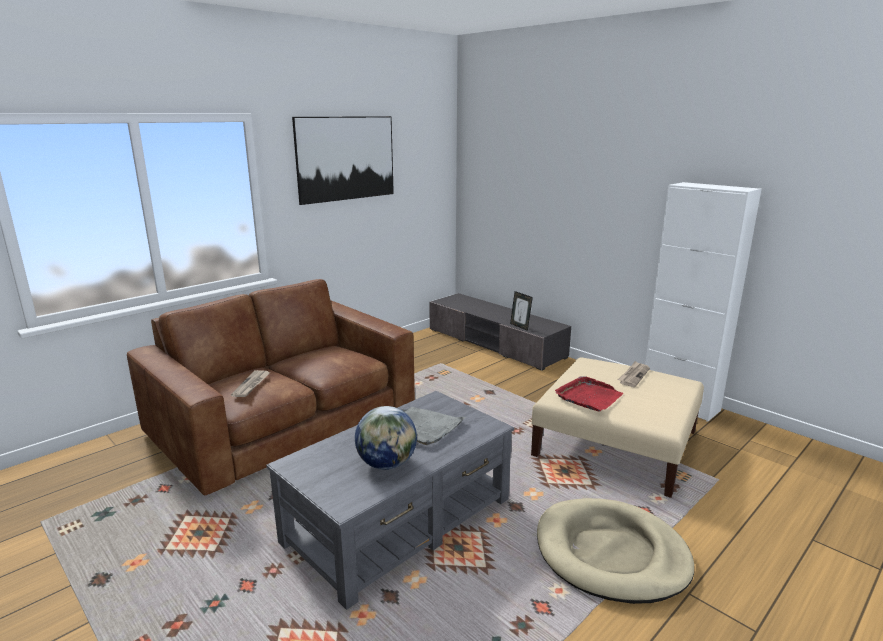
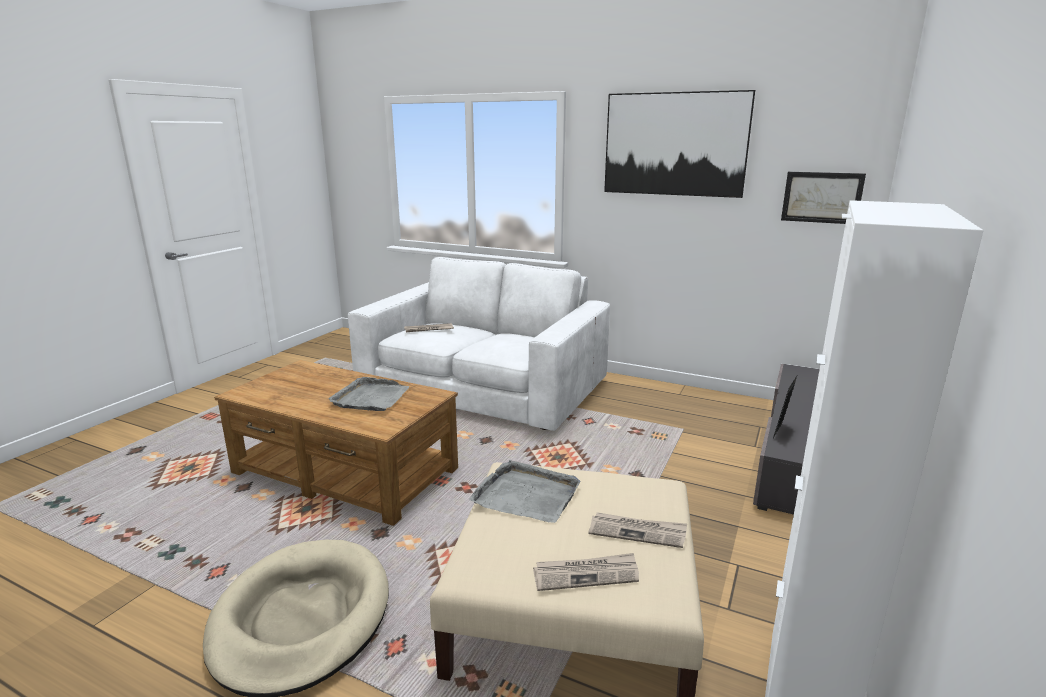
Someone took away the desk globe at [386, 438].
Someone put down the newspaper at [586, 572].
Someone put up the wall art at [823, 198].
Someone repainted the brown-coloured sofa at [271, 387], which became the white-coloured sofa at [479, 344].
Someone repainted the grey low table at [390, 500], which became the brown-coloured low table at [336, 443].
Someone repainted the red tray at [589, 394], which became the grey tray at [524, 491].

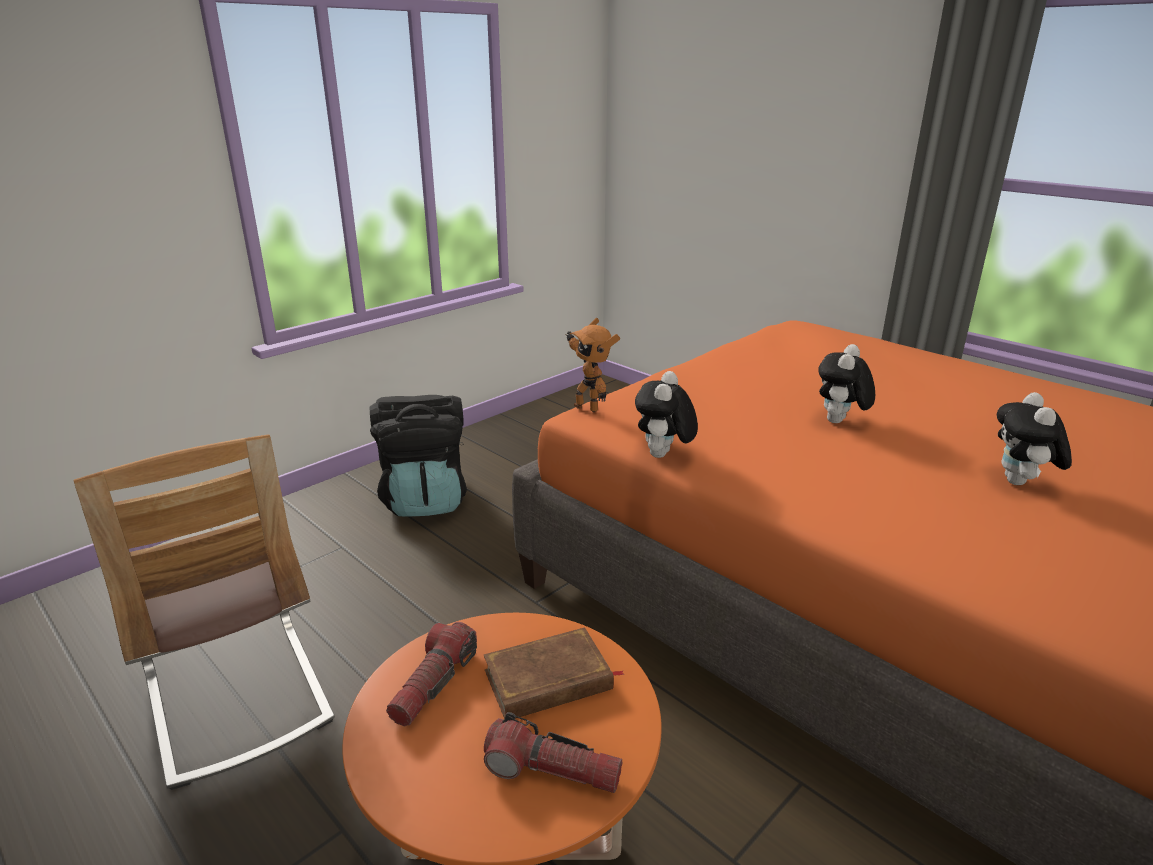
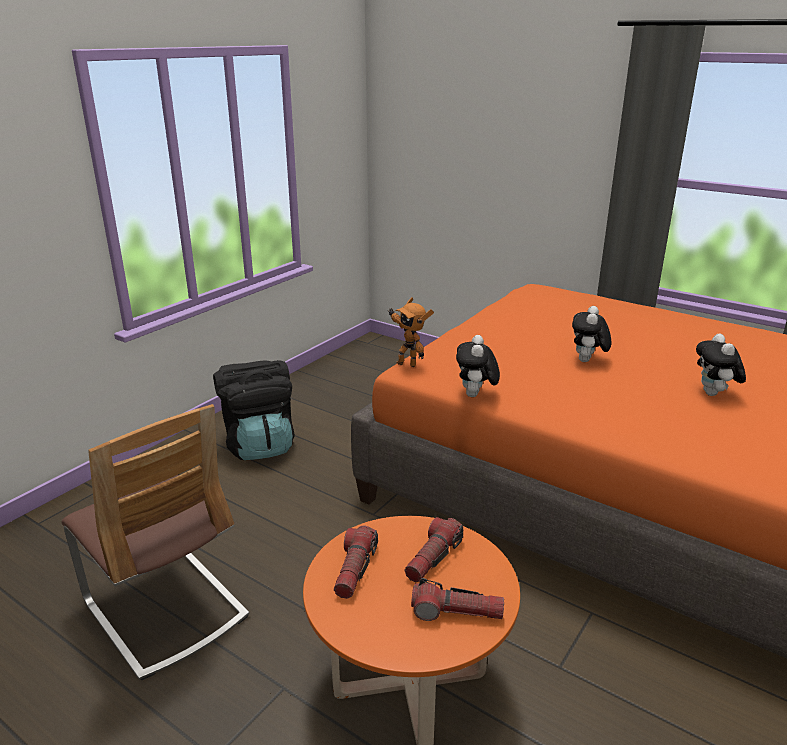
Someone swapped the brown-coloured bound book at [554, 673] for the hand torch at [433, 549].

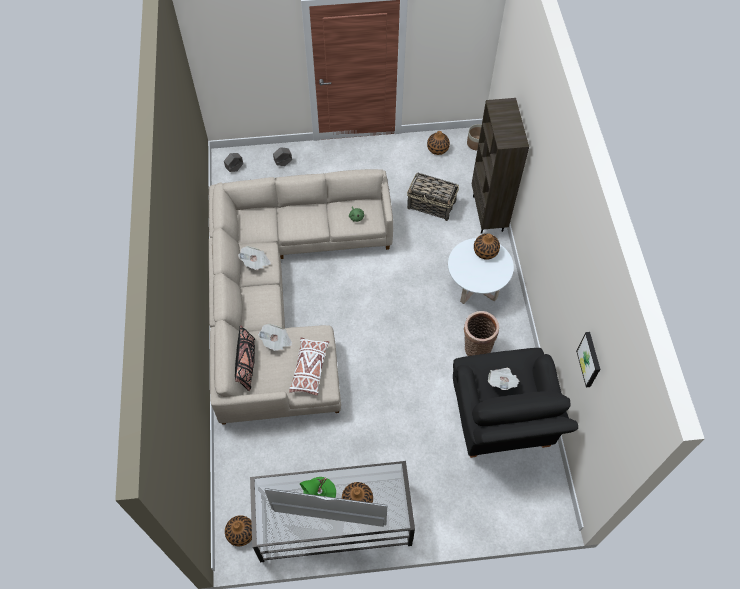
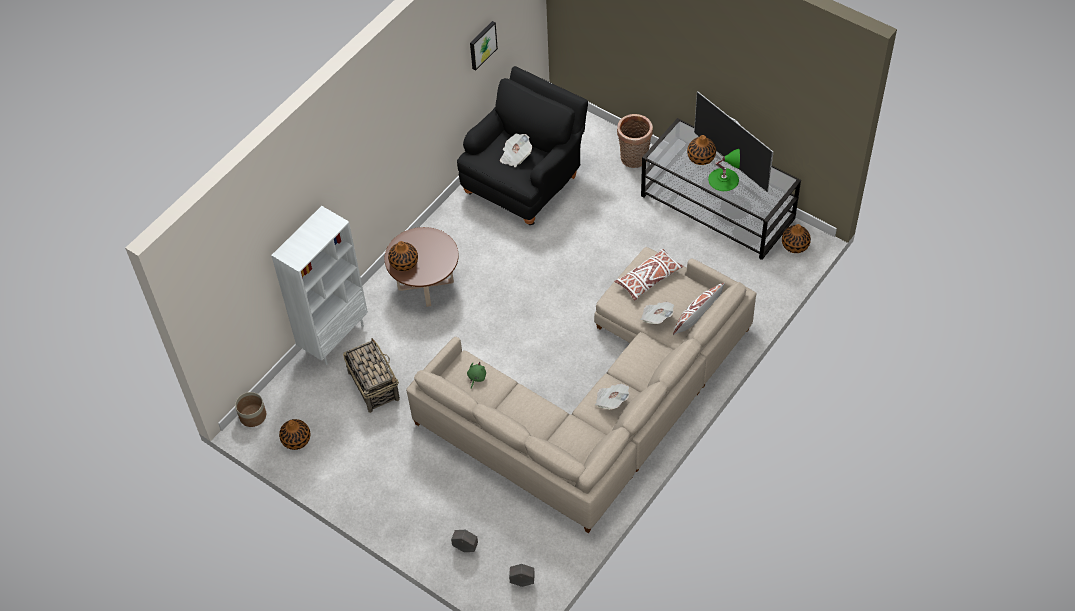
Someone carried the basket from [481, 333] to [635, 141].
Someone repainted the black-coloured throw pillow at [245, 358], which became the white-coloured throw pillow at [699, 309].
Someone repainted the white-coloured low table at [481, 271], which became the brown-coloured low table at [422, 267].
Someone repainted the brown-coloured bookshelf at [500, 166], which became the white-coloured bookshelf at [319, 285].

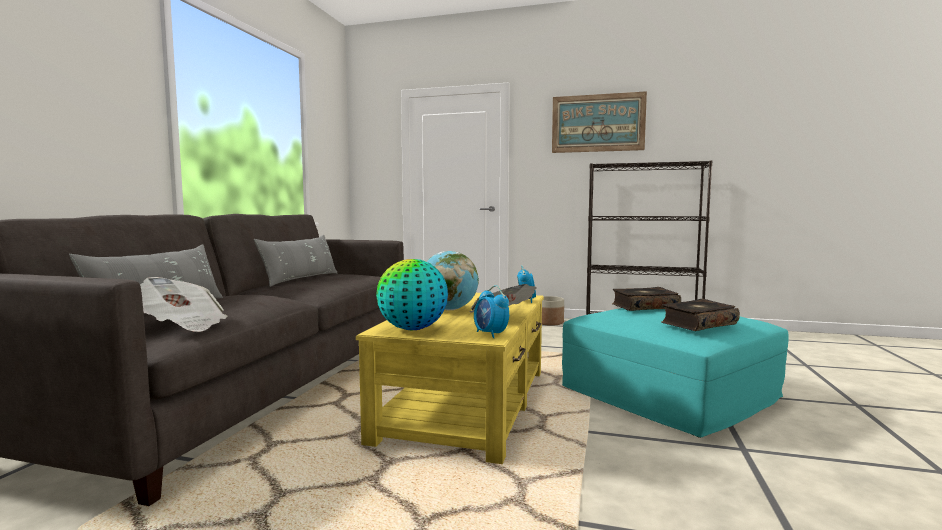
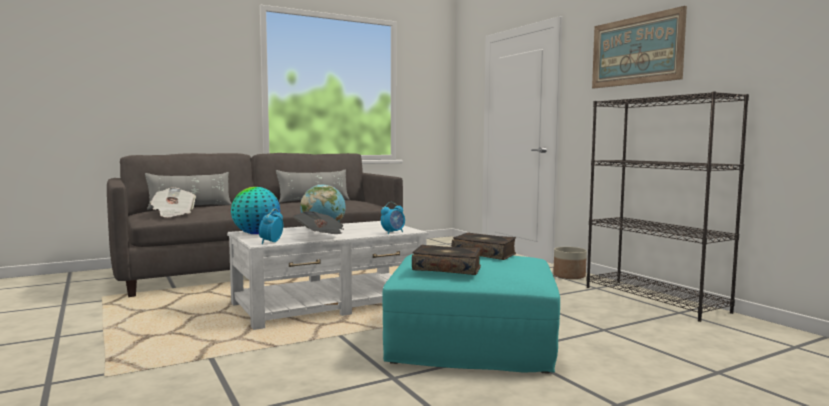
Someone repainted the yellow-coloured low table at [450, 378], which became the white-coloured low table at [328, 275].

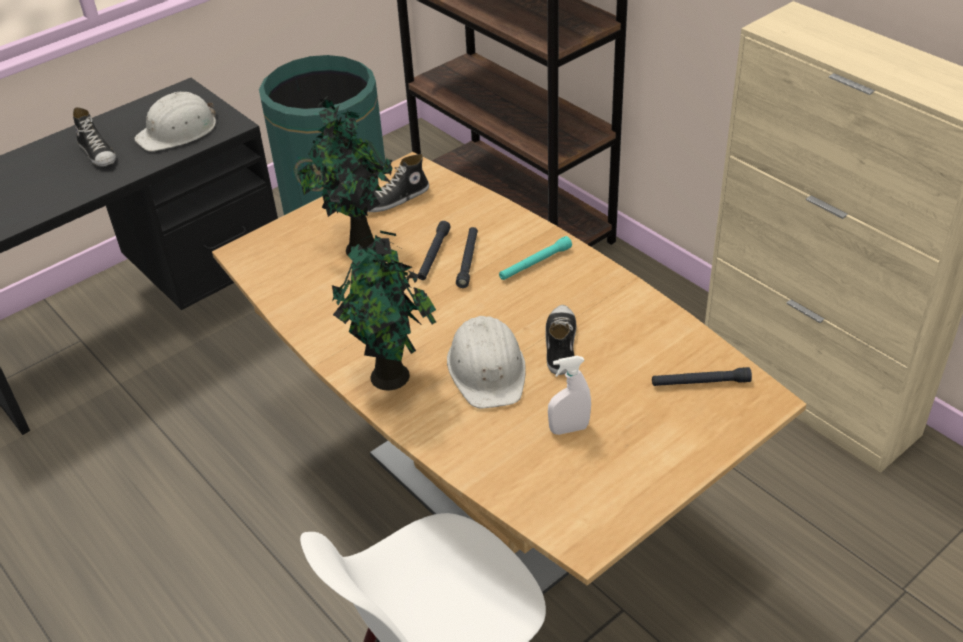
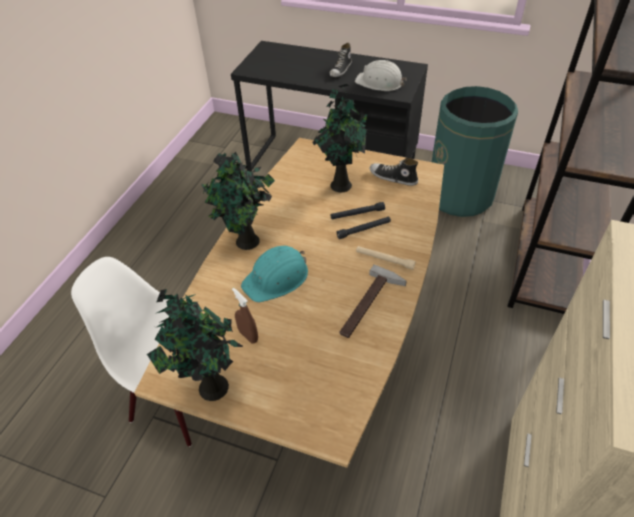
Someone took away the low shoe at [560, 340].
Someone took away the black-coloured hand torch at [702, 376].
Someone put down the plant in a pot at [195, 345].
Someone put down the hand hammer at [373, 301].
Someone repainted the white-coloured safety helmet at [486, 362], which became the turquoise-coloured safety helmet at [274, 274].
Someone repainted the turquoise-coloured hand torch at [535, 258], which became the beige hand torch at [386, 258].
Someone repainted the white-coloured spray bottle at [569, 395], which became the brown-coloured spray bottle at [245, 316].

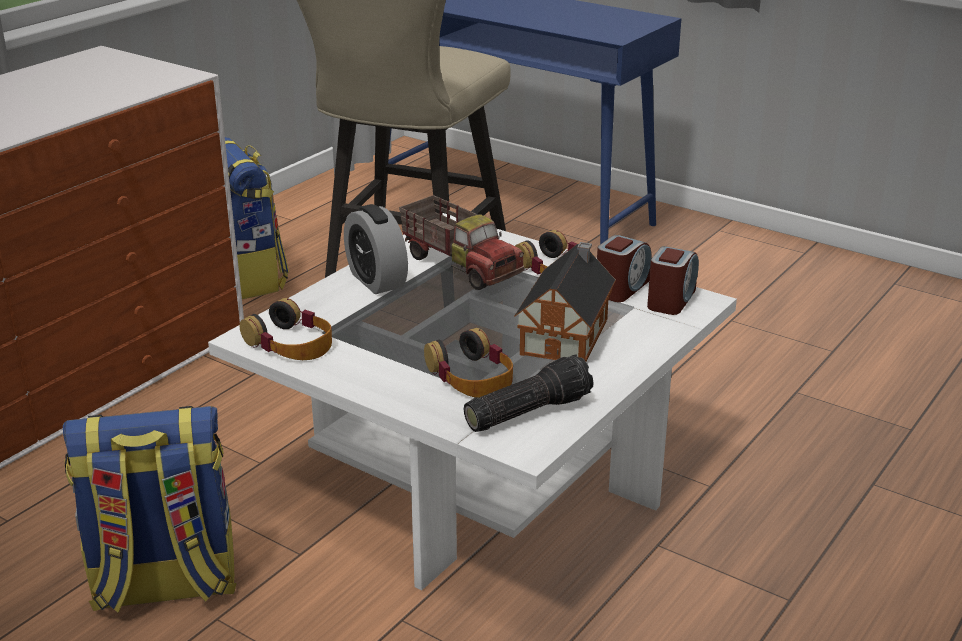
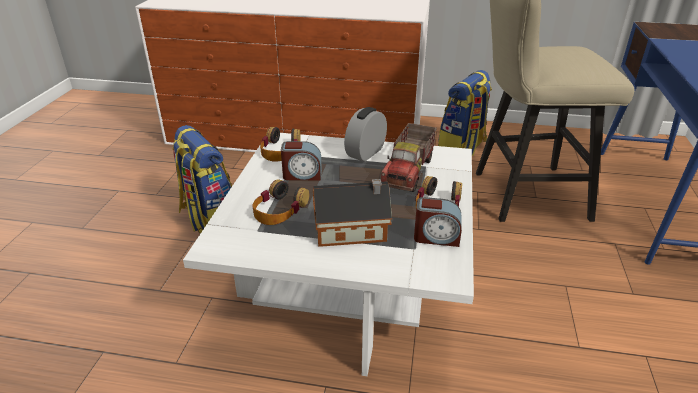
Someone took away the hand torch at [528, 393].
Someone carried the bedside clock from [673, 280] to [301, 160].

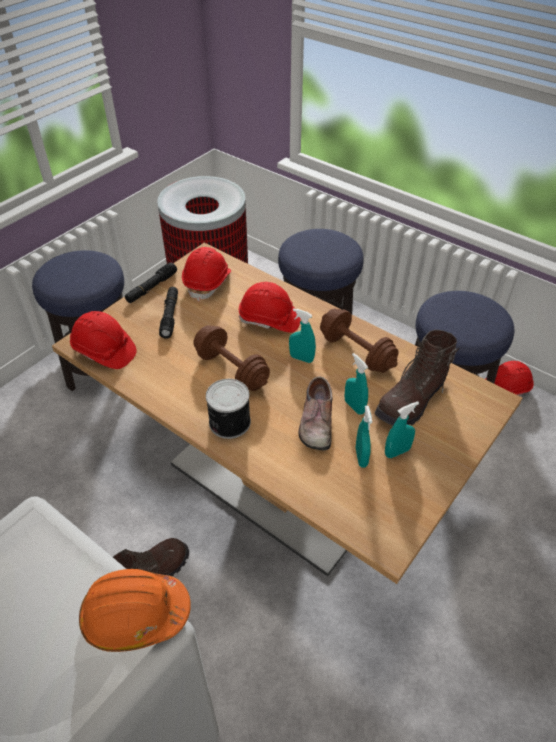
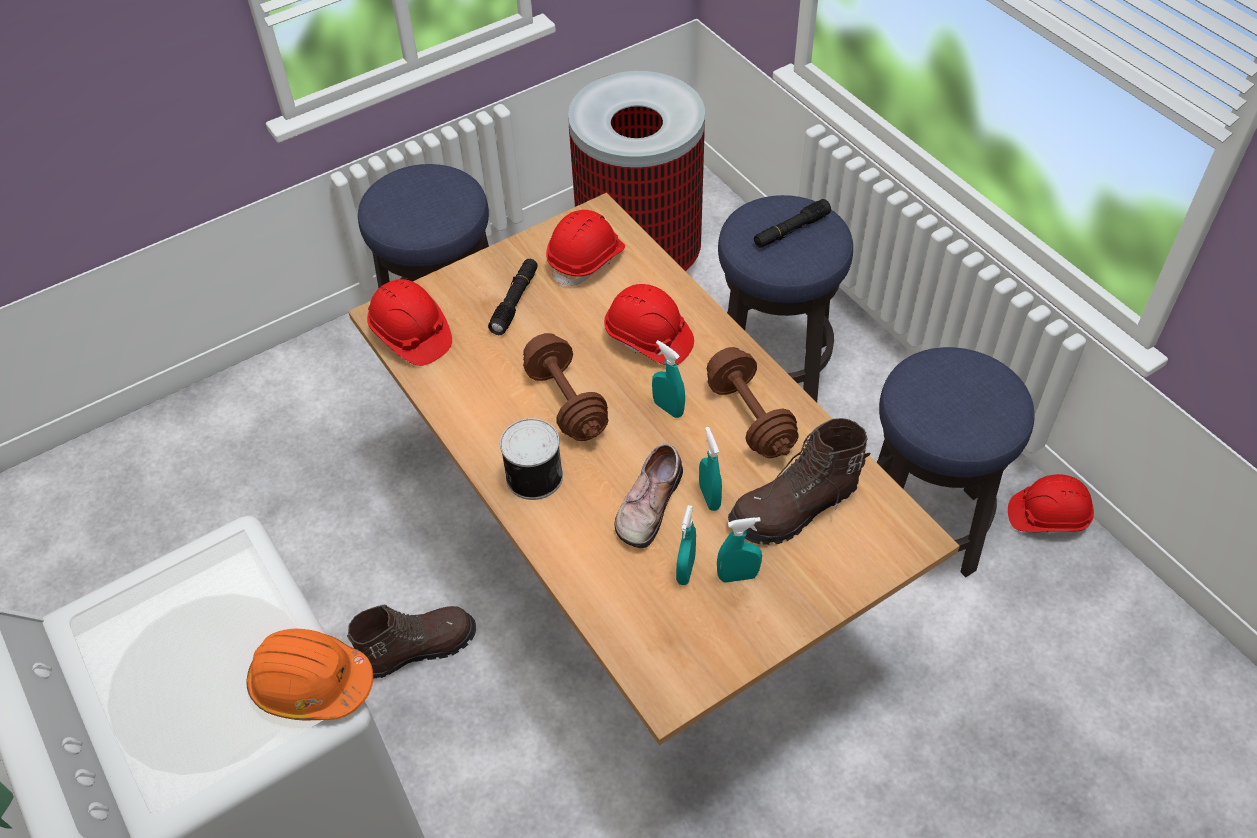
Someone carried the black-coloured hand torch from [151, 282] to [792, 223].

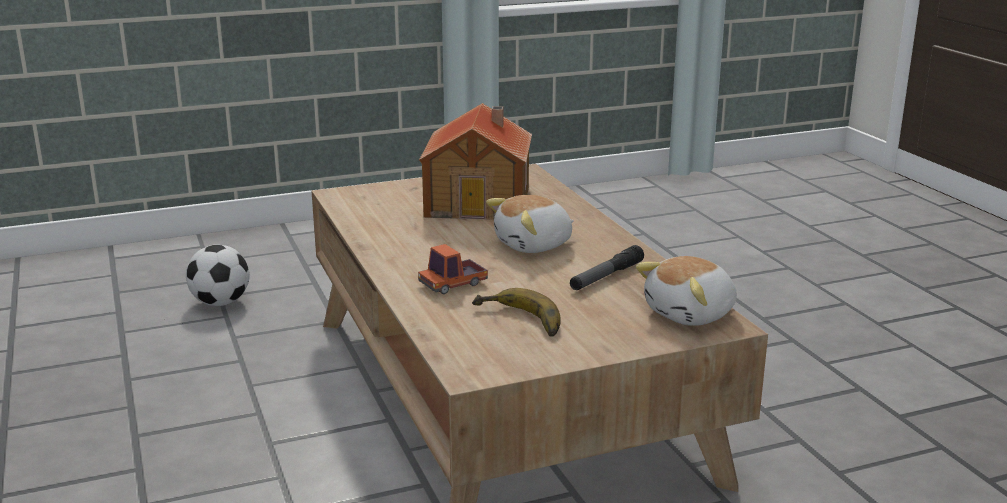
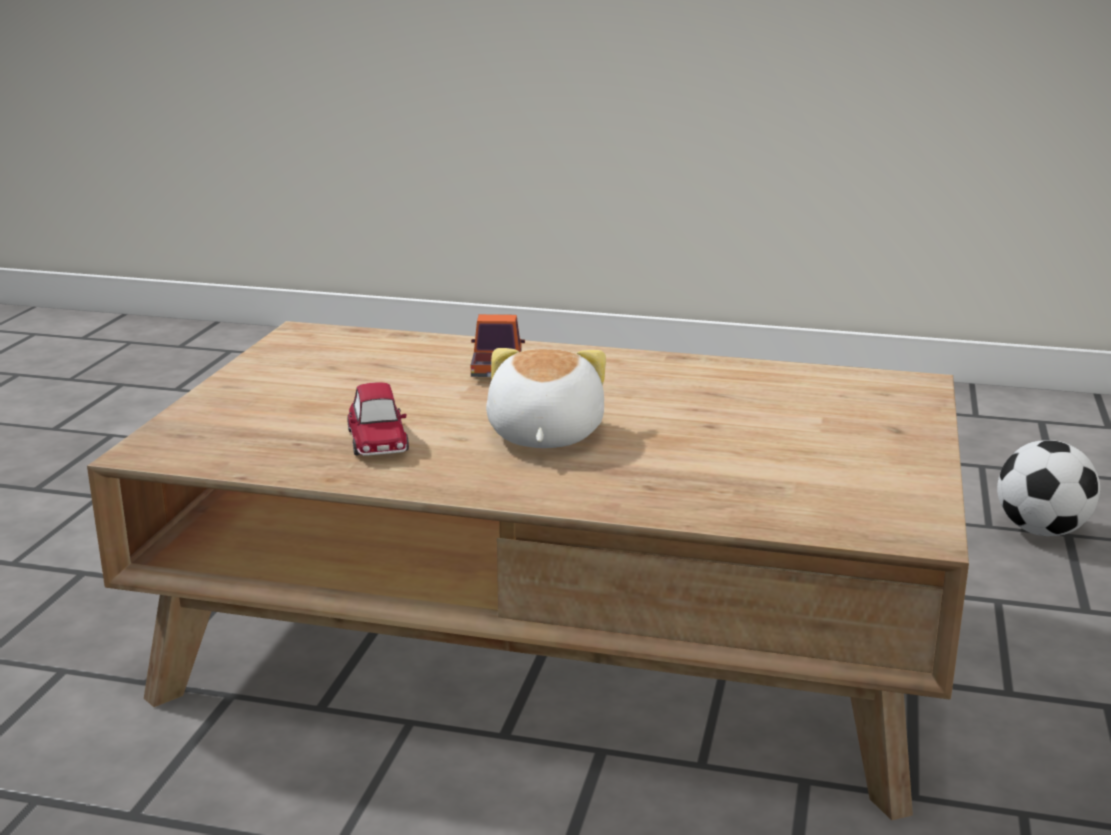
Someone took away the miniature house at [475, 161].
Someone took away the banana at [516, 312].
Someone took away the soft toy at [686, 291].
Someone swapped the hand torch at [607, 267] for the toy car at [378, 419].

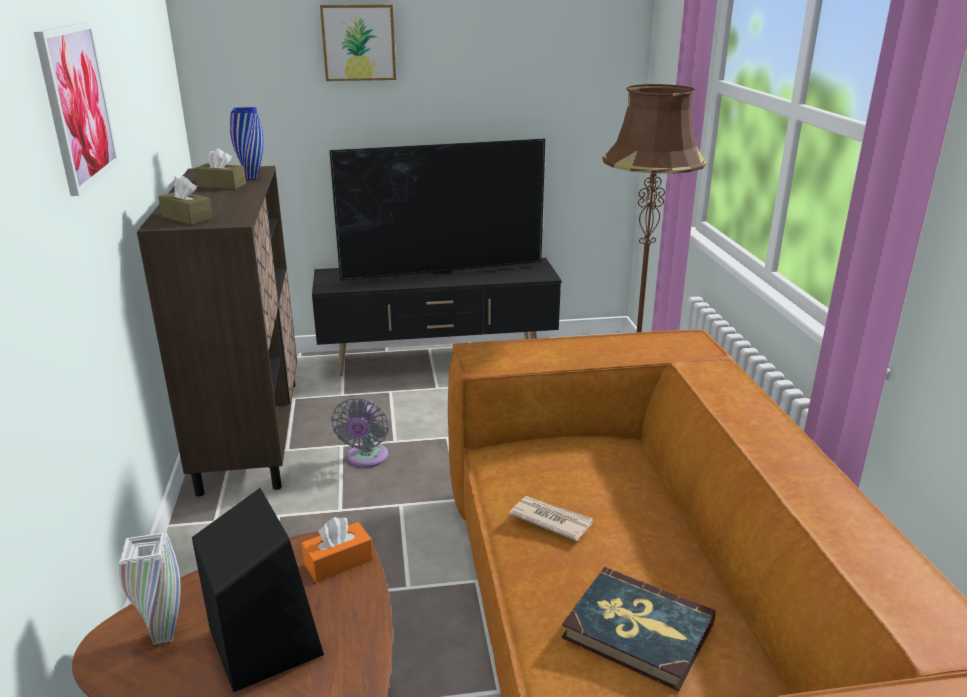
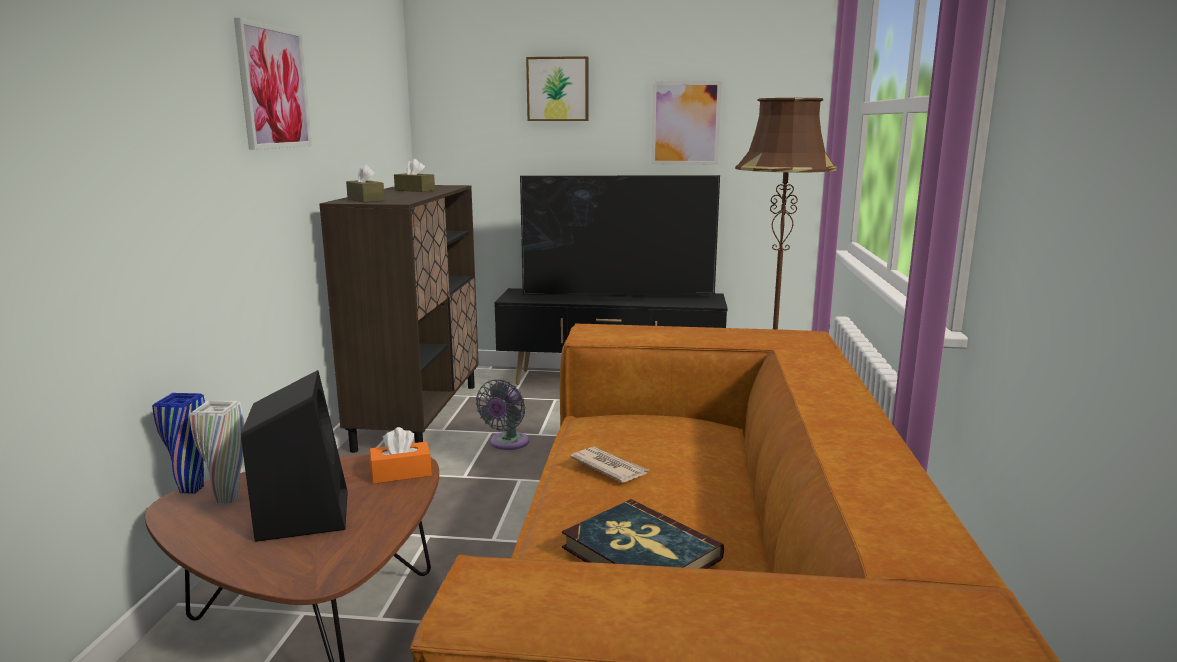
Someone put up the wall art at [686, 123].
Someone carried the blue vase from [246, 143] to [178, 443].

